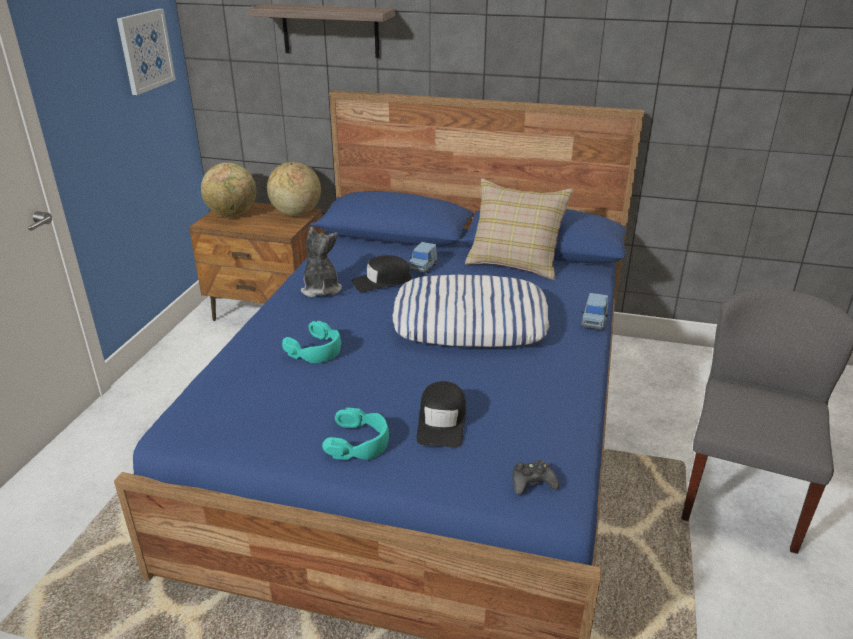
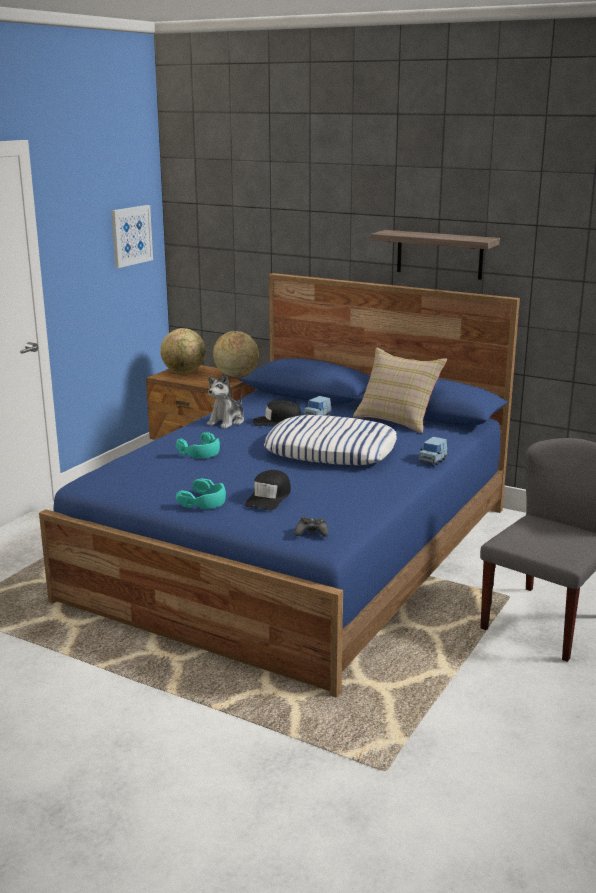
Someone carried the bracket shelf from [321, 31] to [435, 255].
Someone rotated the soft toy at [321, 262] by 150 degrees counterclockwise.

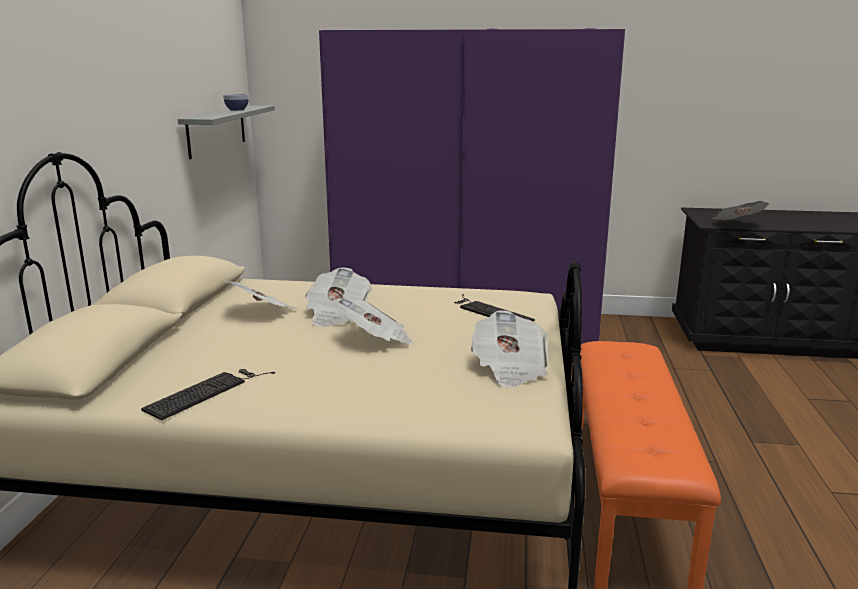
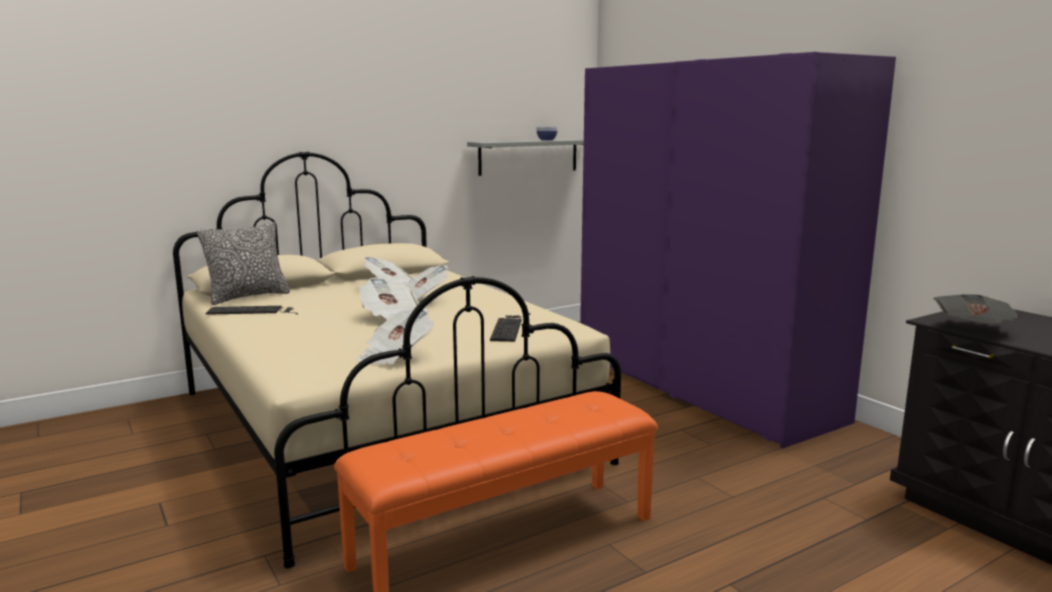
Someone put down the throw pillow at [243, 263].

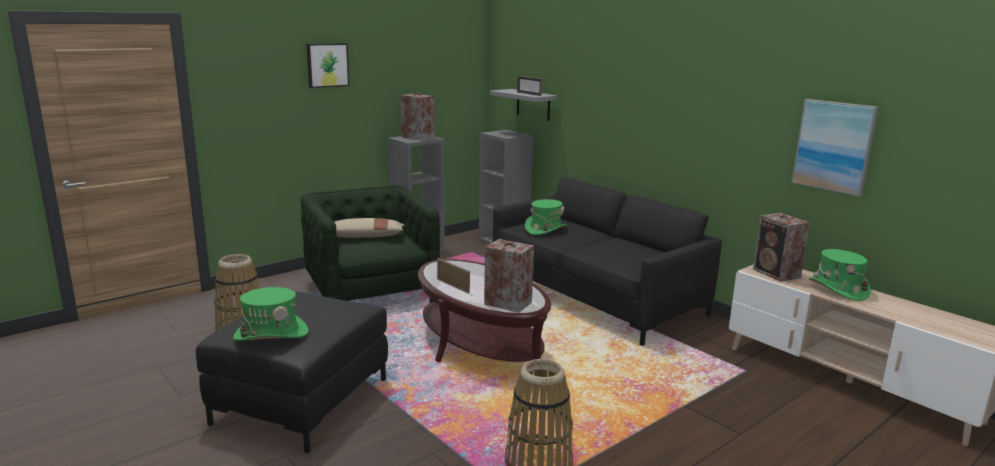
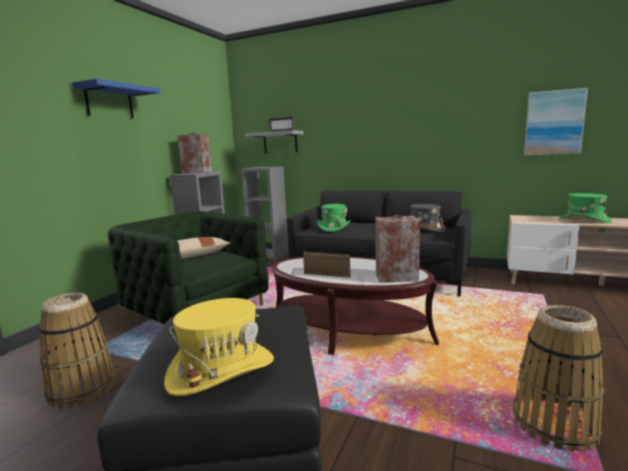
Someone took away the loudspeaker at [781, 247].
Someone put down the grey hat at [428, 218].
Someone swapped the wall art at [328, 65] for the blue bracket shelf at [116, 98].
Someone repainted the green-coloured hat at [271, 314], which became the yellow-coloured hat at [219, 347].

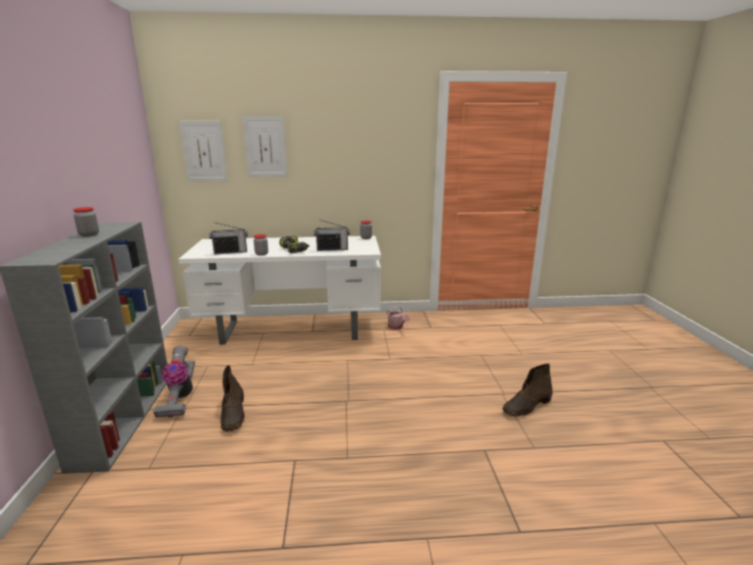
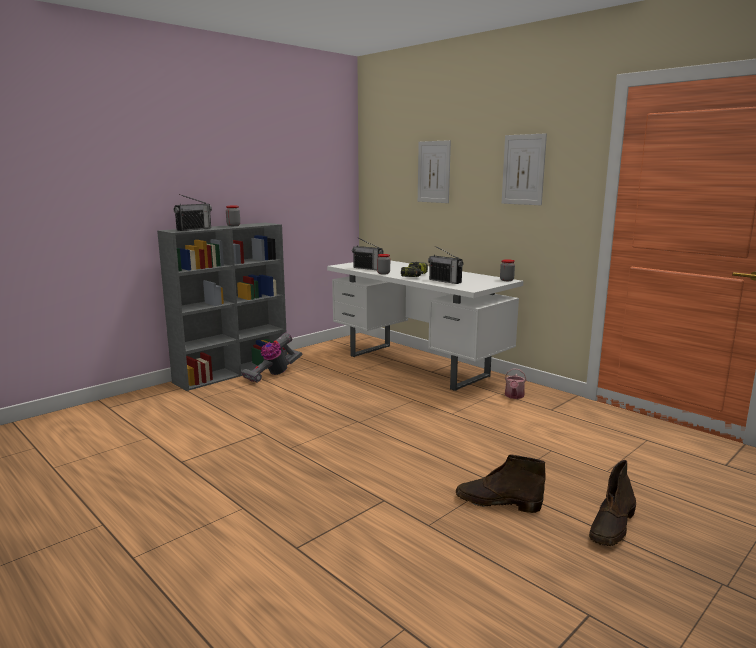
Someone put down the radio receiver at [193, 212].
Someone carried the wall art from [203, 151] to [524, 169].
Someone carried the brown-coloured tall boot from [233, 398] to [612, 503].

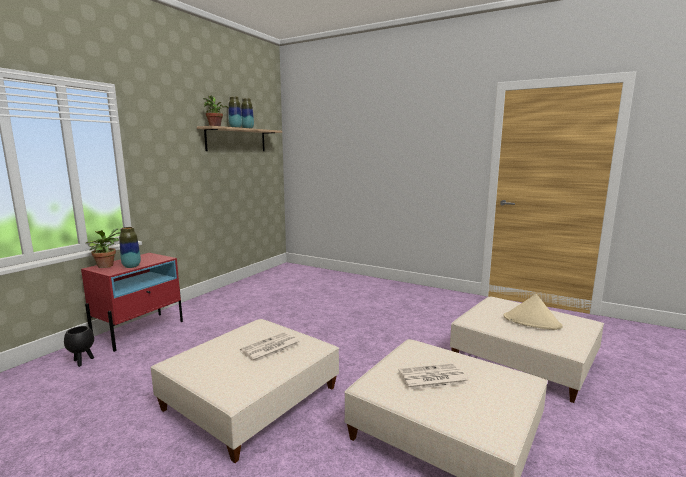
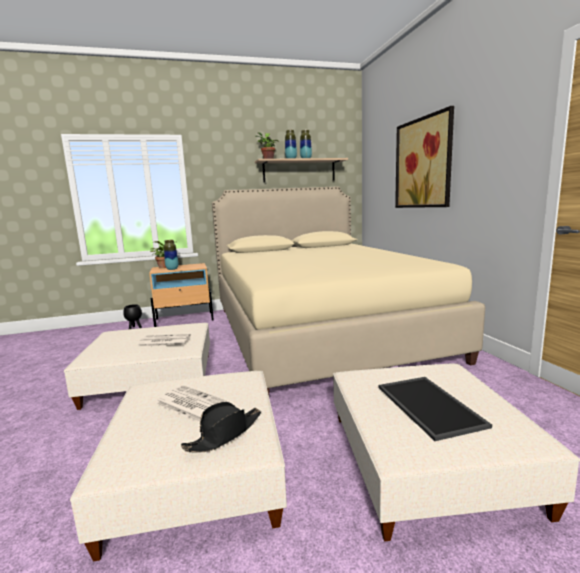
Someone put down the black-coloured hat at [221, 427].
Someone put down the beige sleeping bed at [348, 290].
Someone put up the wall art at [424, 157].
Someone swapped the beige hat at [533, 312] for the tray at [435, 409].
Someone repainted the red bedside table at [132, 302], which became the beige bedside table at [181, 295].

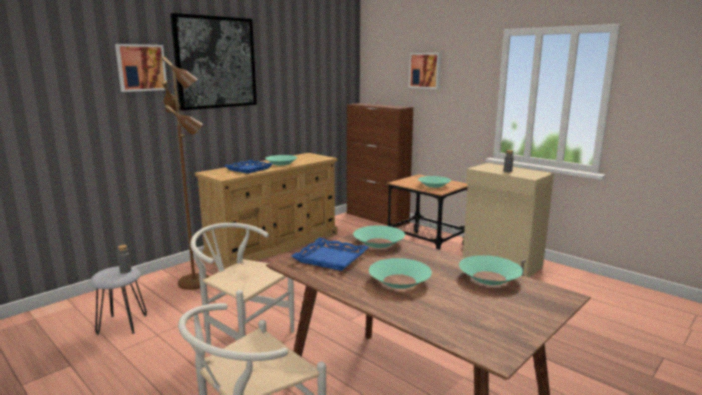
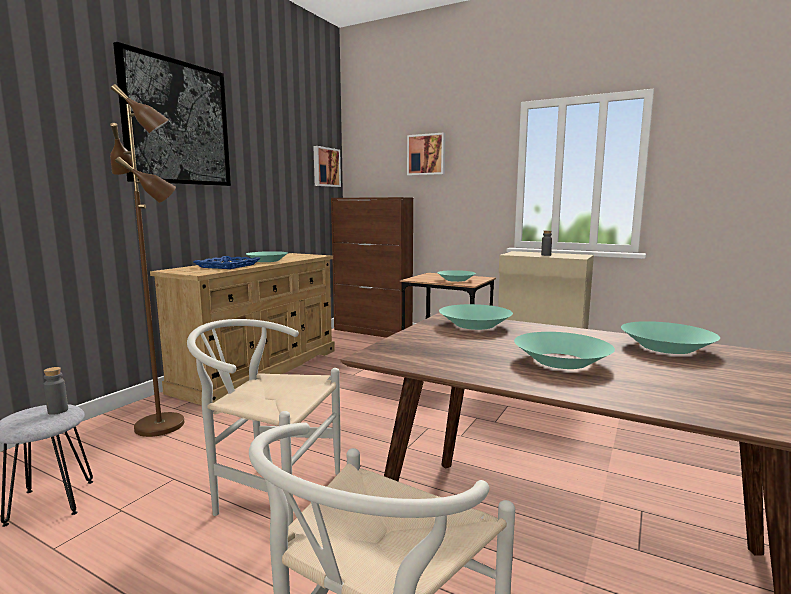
Someone took away the blue tray at [330, 254].
Someone carried the wall art from [141, 68] to [327, 166].

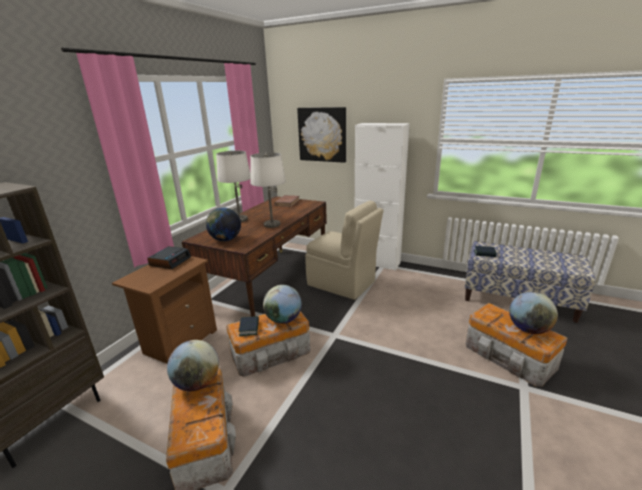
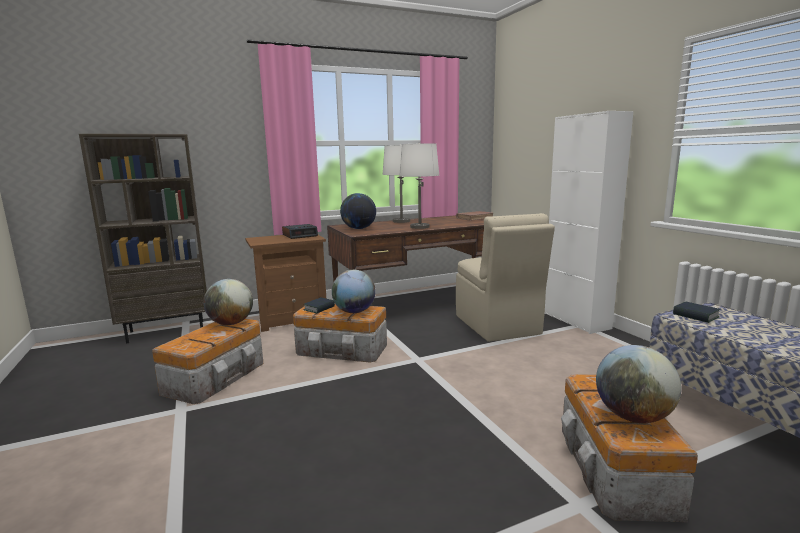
Someone took away the wall art at [321, 135].

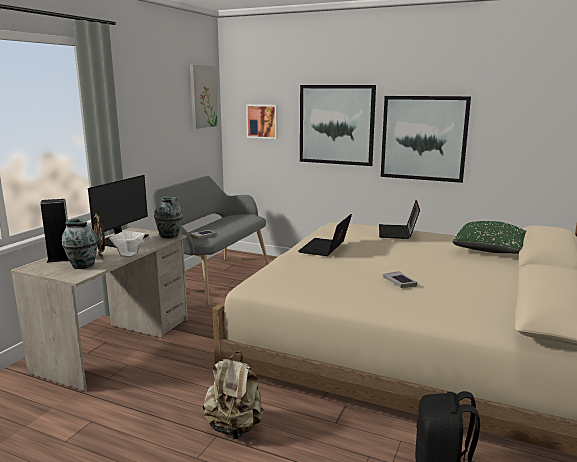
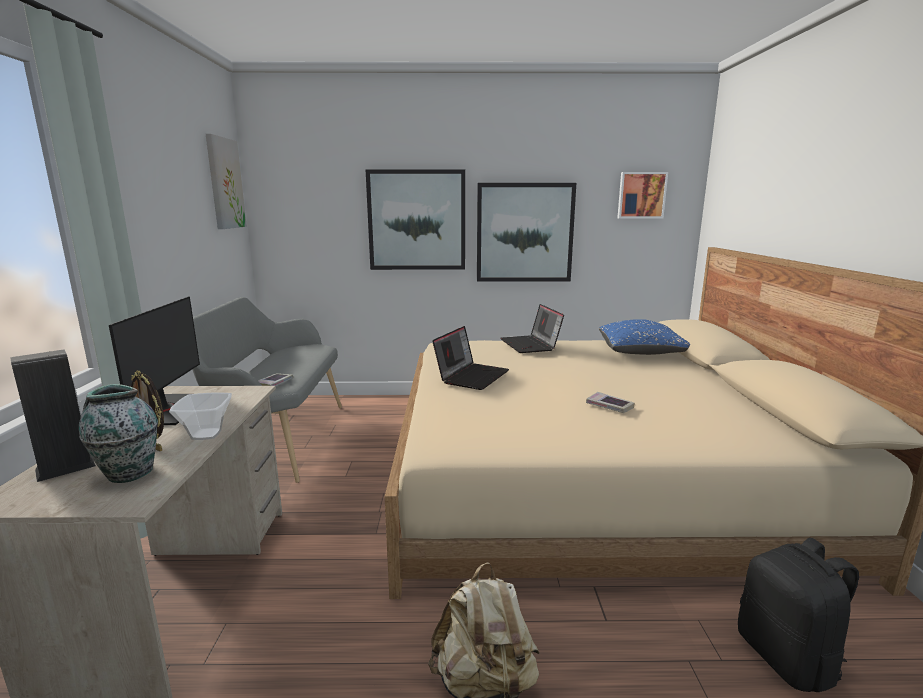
Someone took away the vase at [168, 218].
Someone carried the wall art from [262, 121] to [642, 195].
Someone repainted the green-coloured throw pillow at [489, 237], which became the blue throw pillow at [644, 337].
Someone rotated the notebook computer at [325, 235] by 150 degrees counterclockwise.

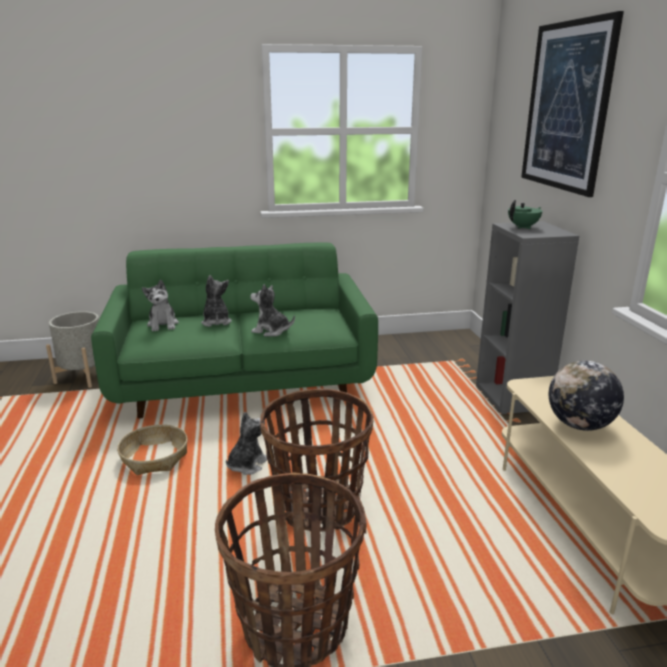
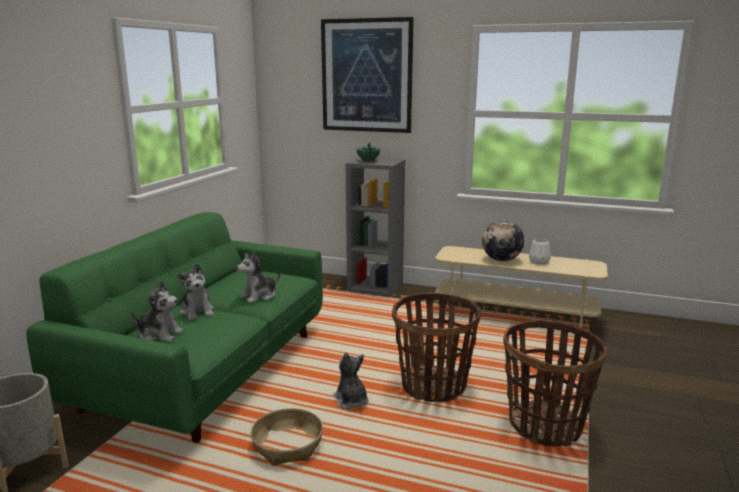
Someone put down the white-coloured vase at [540, 251].
Someone rotated the soft toy at [216, 301] by 135 degrees counterclockwise.

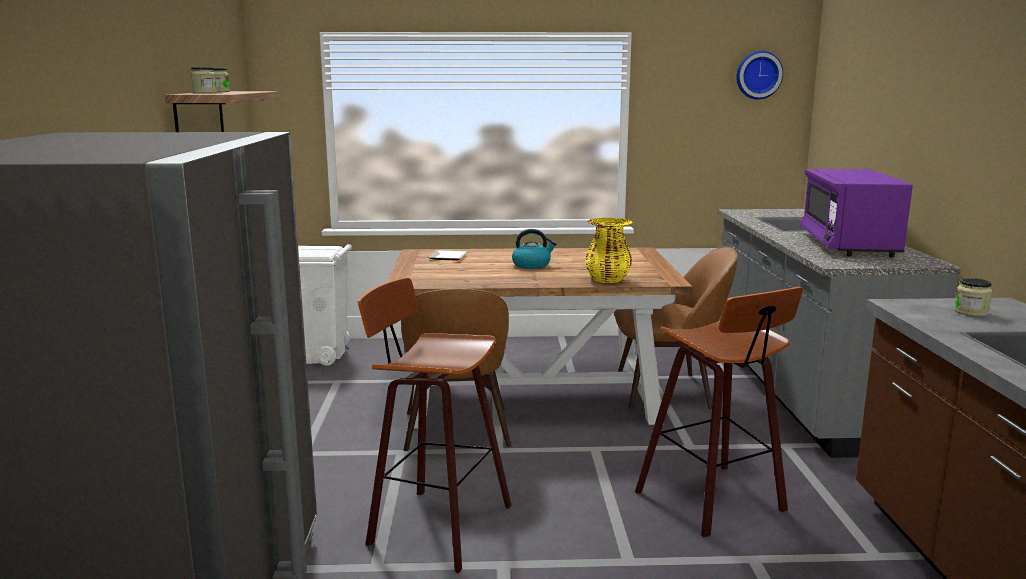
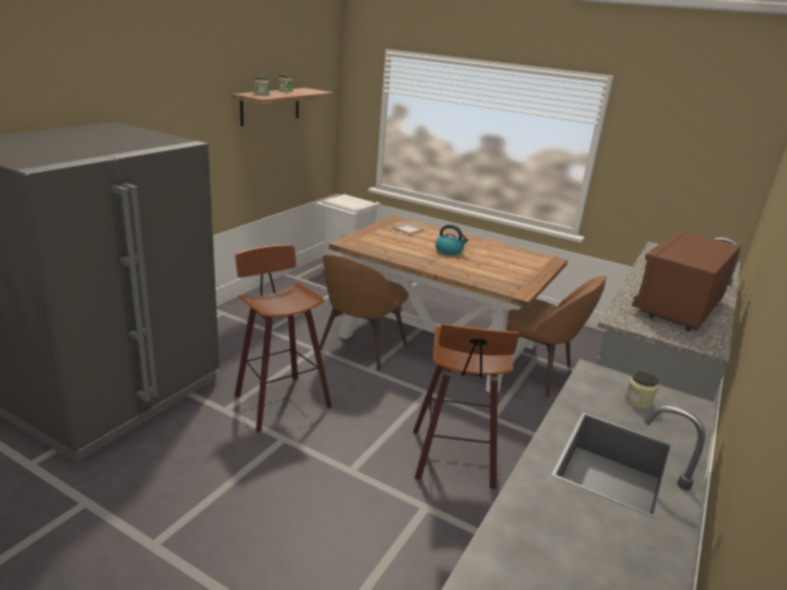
Someone took away the yellow-coloured vase at [608, 250].
Someone took away the wall clock at [759, 75].
Someone repainted the purple-coloured microwave at [856, 213], which became the brown-coloured microwave at [686, 280].

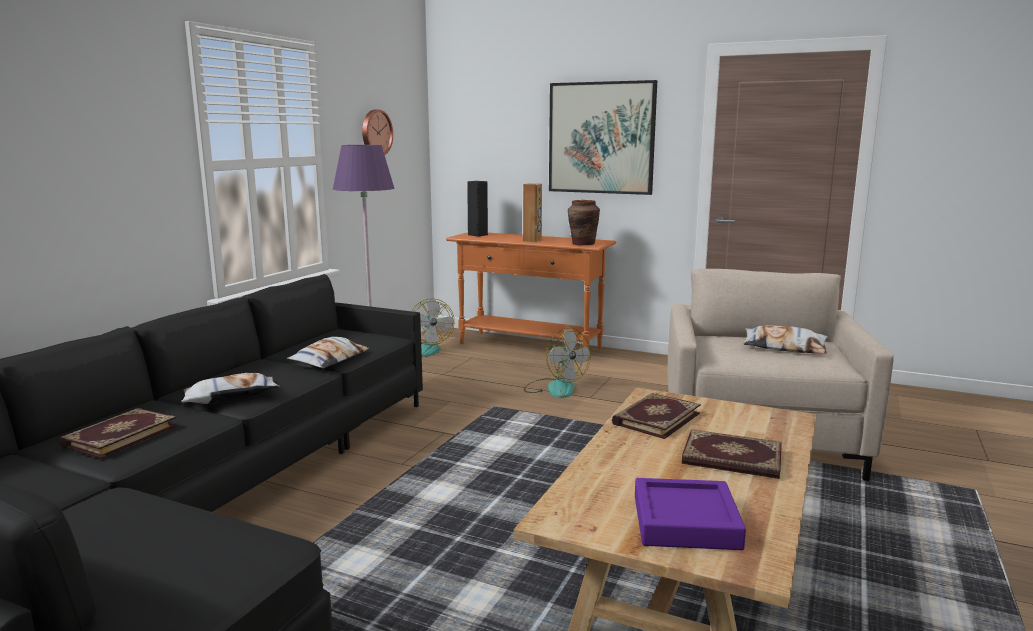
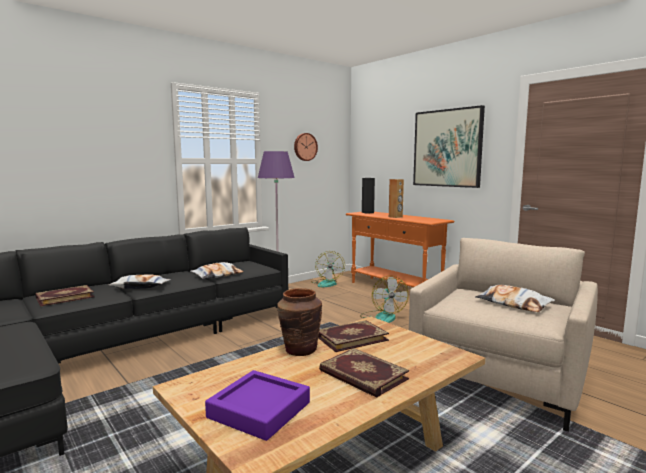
Someone carried the brown-coloured vase from [584, 222] to [299, 322].

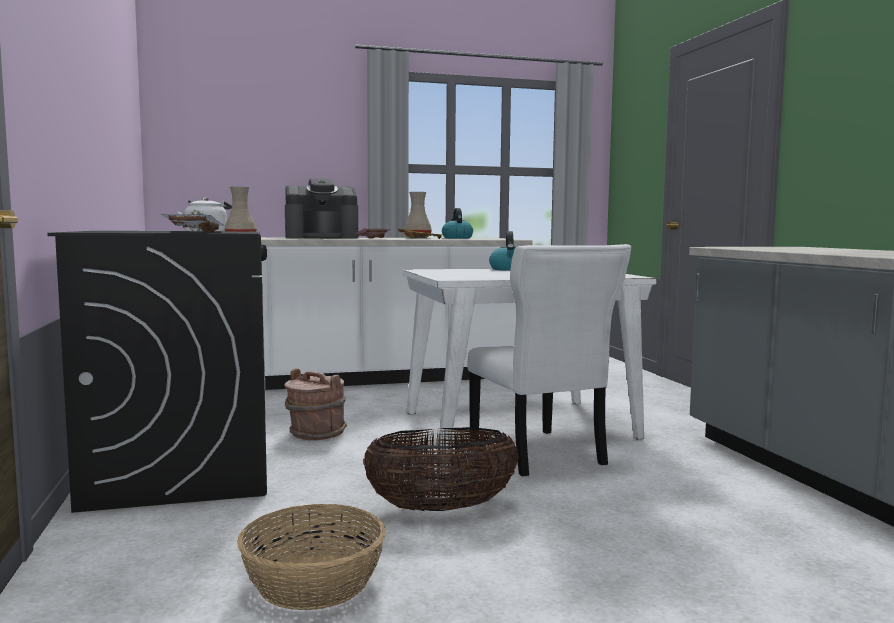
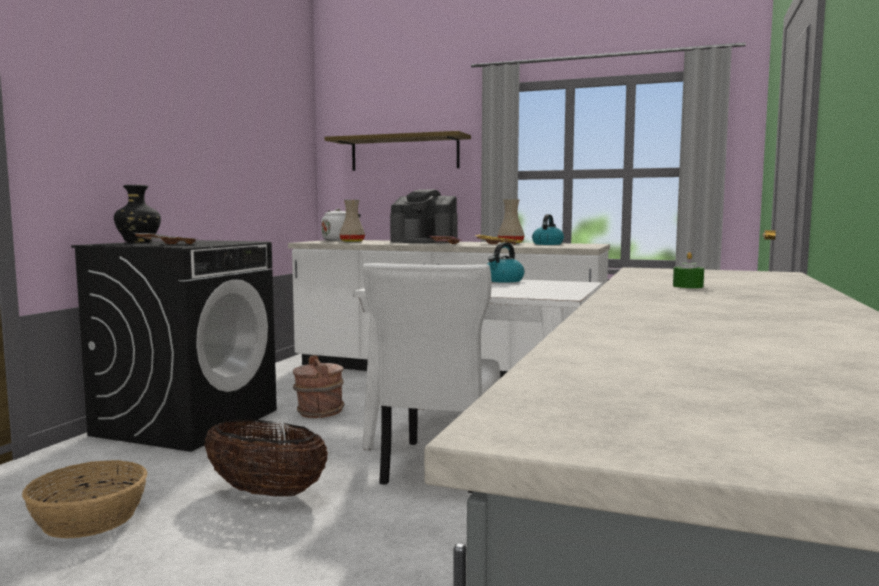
Someone put down the black-coloured vase at [137, 214].
Someone put up the bracket shelf at [397, 151].
Someone put down the green-coloured candle at [688, 270].

